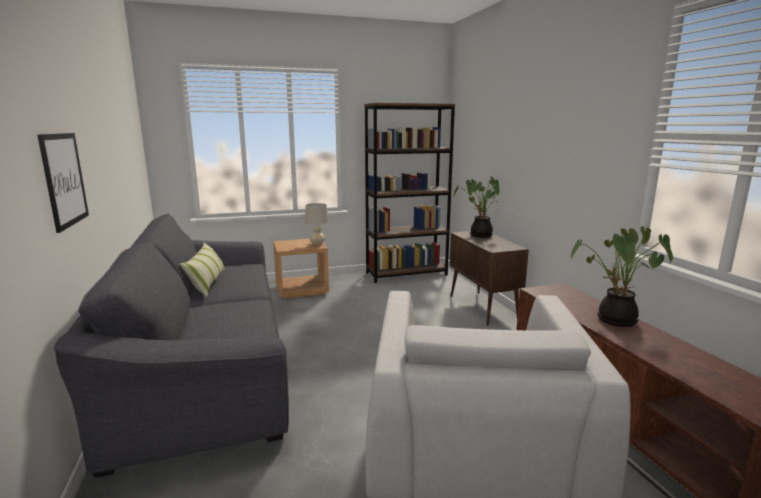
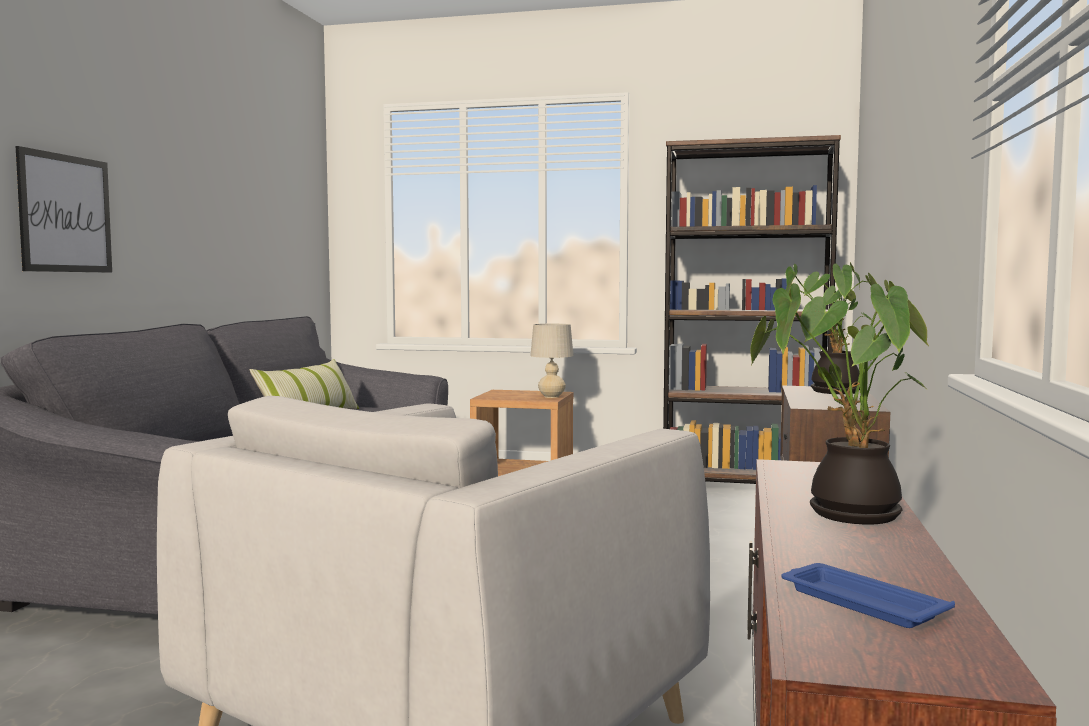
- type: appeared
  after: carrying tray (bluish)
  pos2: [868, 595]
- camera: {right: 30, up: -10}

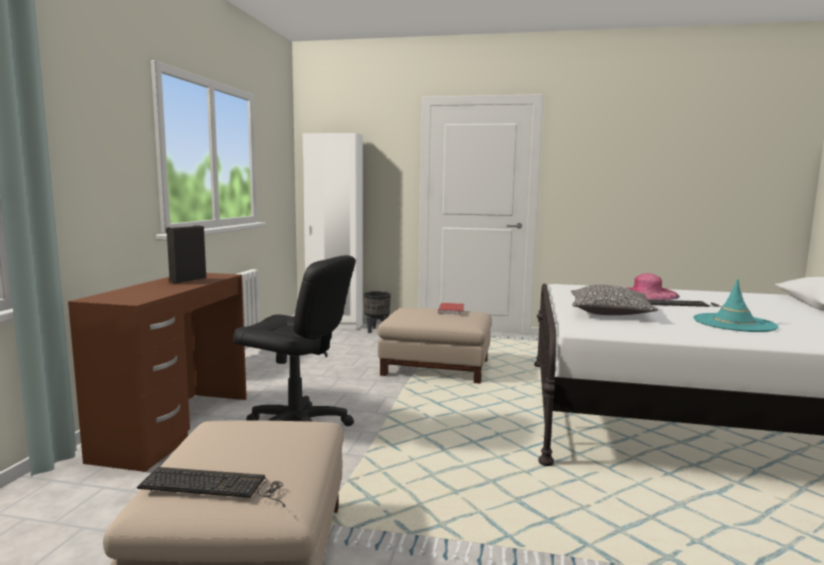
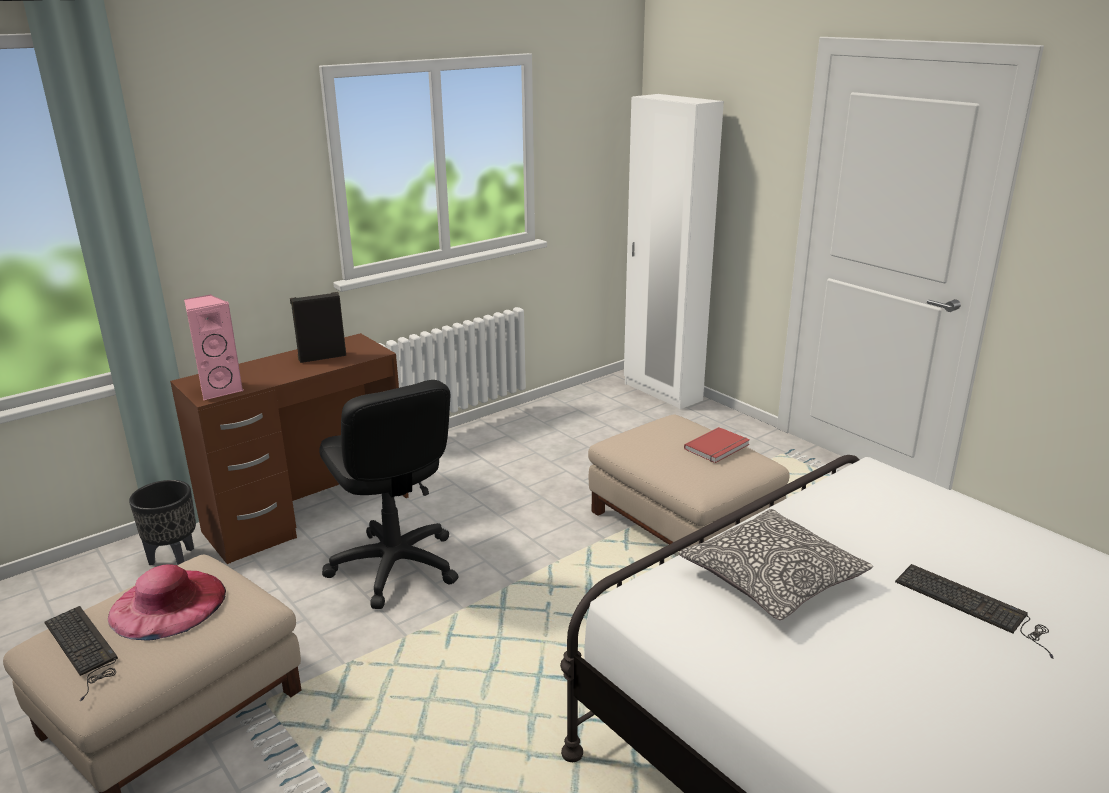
- type: relocated
  before: wearable hat (pinkish)
  pos1: [653, 286]
  pos2: [167, 602]
- type: missing
  before: wearable hat (turquoise)
  pos1: [735, 305]
- type: relocated
  before: plant pot (black)
  pos1: [377, 312]
  pos2: [162, 522]
- type: appeared
  after: speaker (pinkish)
  pos2: [213, 347]
- camera: {right: 40, up: 15}

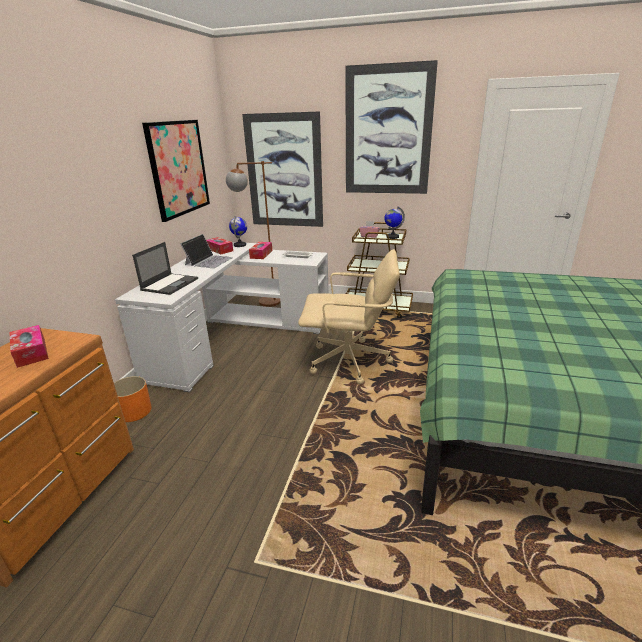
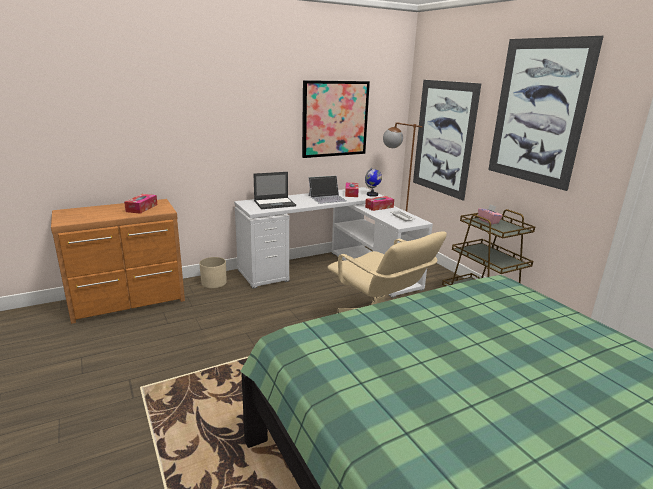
- type: missing
  before: world globe
  pos1: [394, 223]
- type: colour
  before: plant pot (orangey)
  after: plant pot (beige-coloured)
  pos1: [133, 399]
  pos2: [213, 272]
- camera: {right: 45, up: -5}

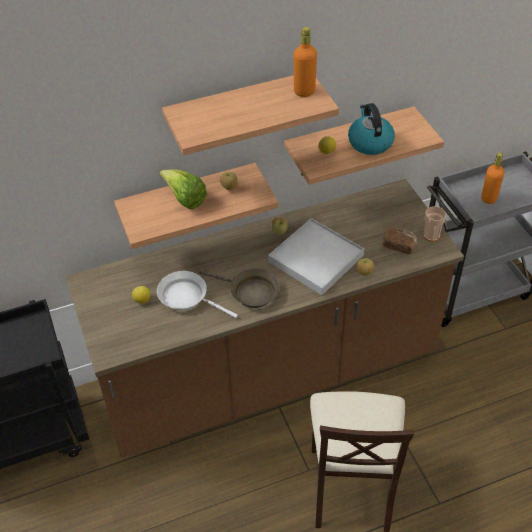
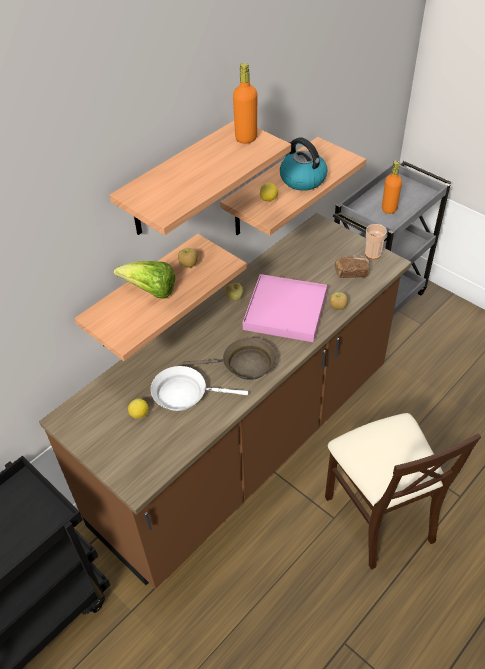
- type: colour
  before: carrying tray (white-coloured)
  after: carrying tray (pinkish)
  pos1: [316, 256]
  pos2: [285, 308]
- camera: {right: -25, up: 0}

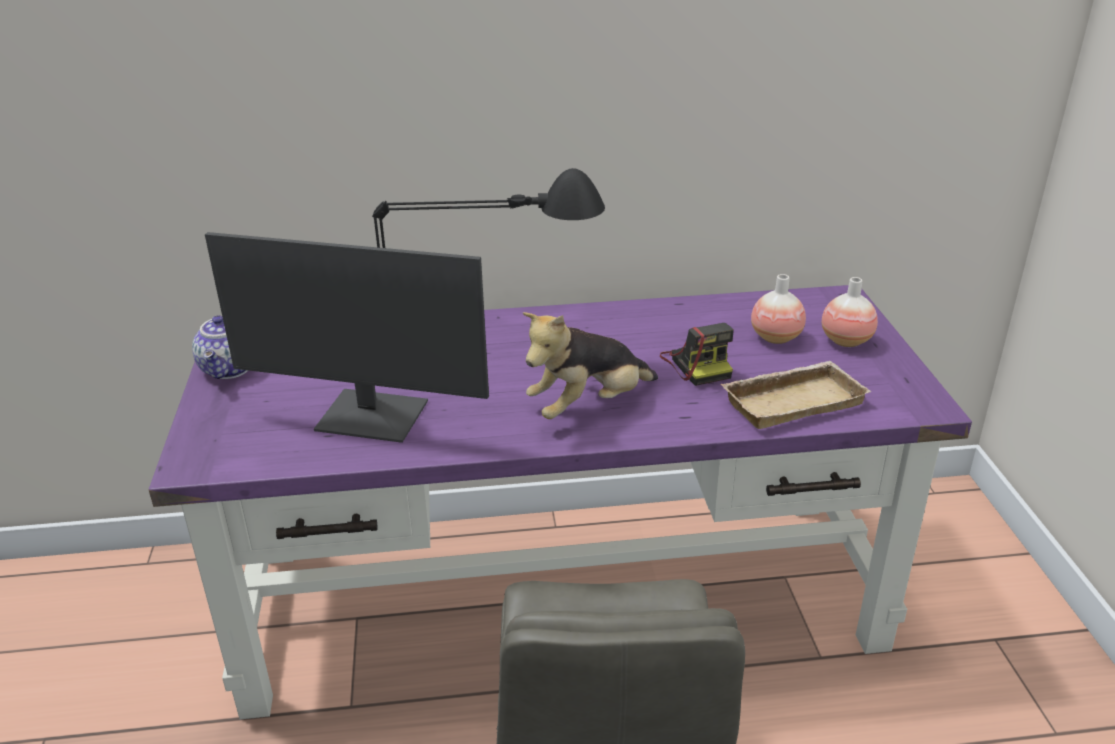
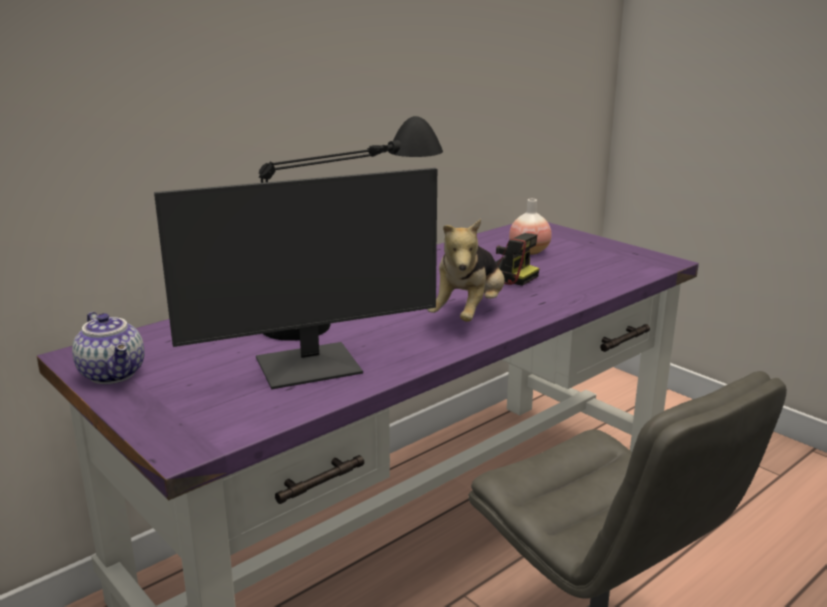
- type: missing
  before: vase
  pos1: [850, 312]
- type: missing
  before: carrying tray (beige-coloured)
  pos1: [795, 395]
- camera: {right: -35, up: -10}

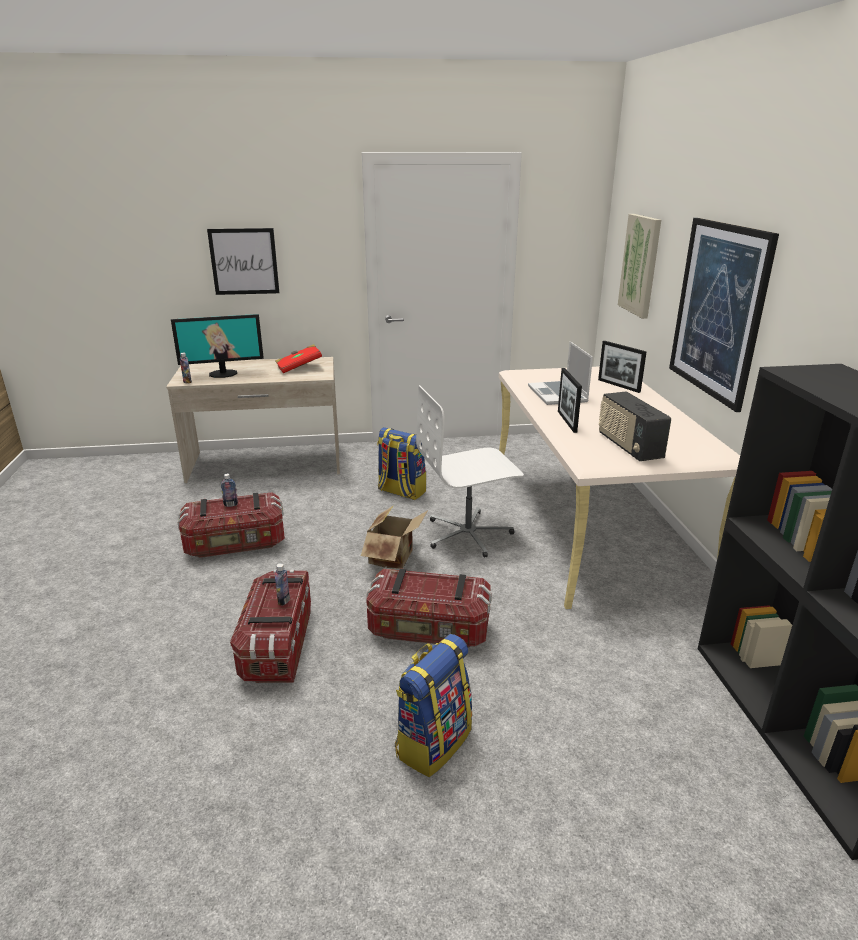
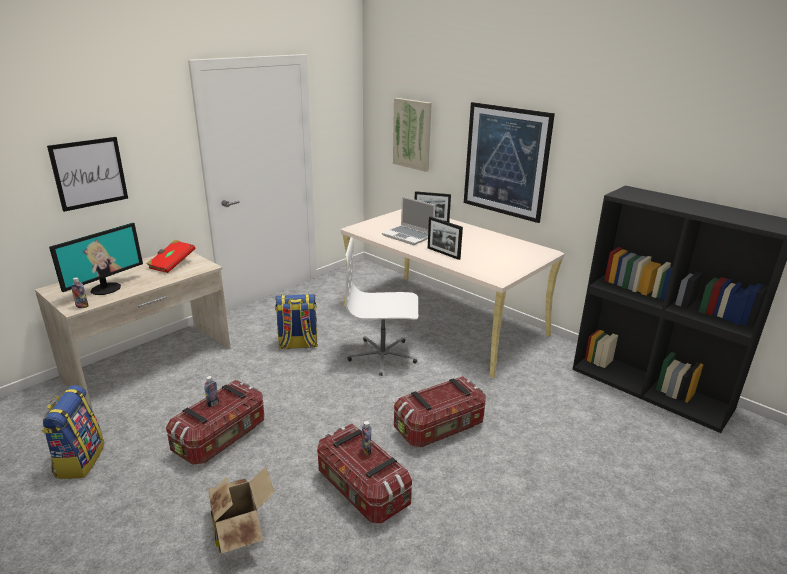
- type: spun
  before: office chair (white-coloured)
  pos1: [470, 471]
  pos2: [381, 306]
  turn: 60
- type: missing
  before: radio
  pos1: [634, 426]
- type: relocated
  before: cardboard box
  pos1: [394, 537]
  pos2: [241, 510]
- type: relocated
  before: rucksack
  pos1: [434, 705]
  pos2: [73, 432]
- camera: {right: -40, up: 0}

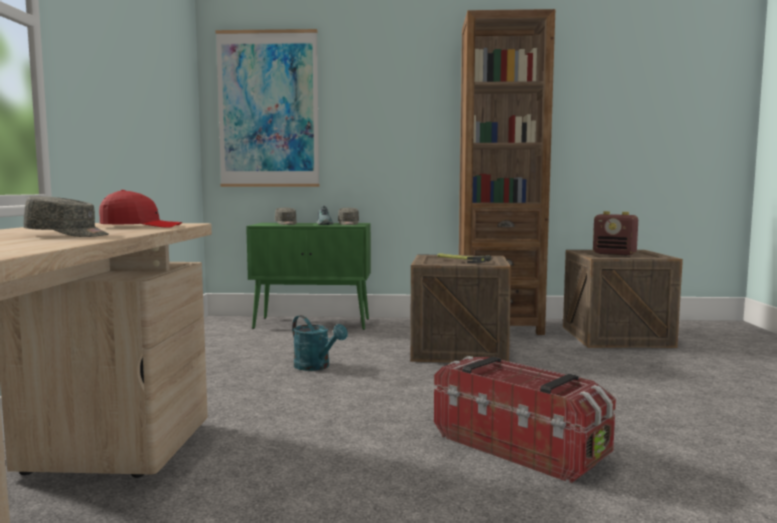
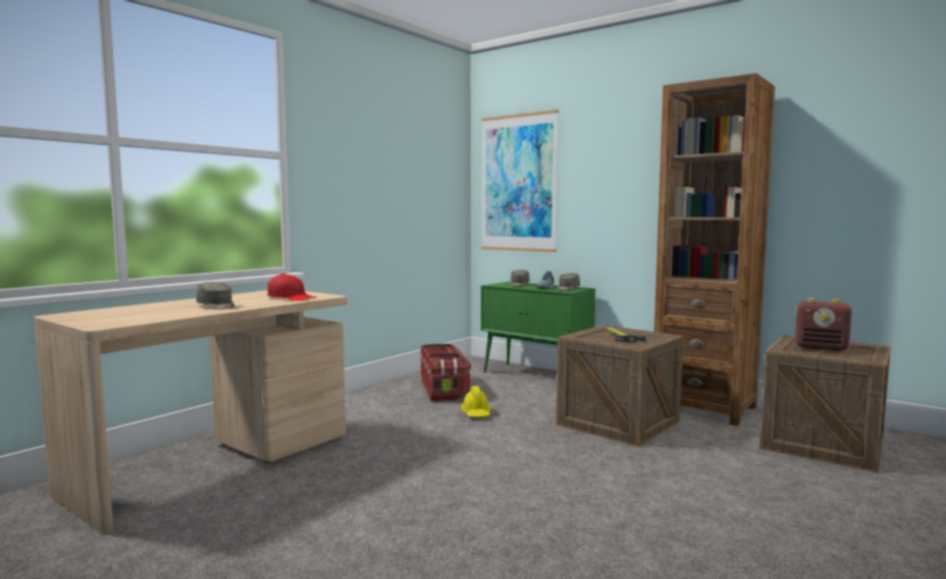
- type: spun
  before: radio
  pos1: [615, 233]
  pos2: [823, 324]
  turn: -45
- type: exchanged
  before: sprinkling can (turquoise)
  after: safety helmet (yellow-coloured)
  pos1: [320, 343]
  pos2: [476, 401]
- type: relocated
  before: storage box
  pos1: [525, 419]
  pos2: [446, 372]
- camera: {right: 35, up: 0}

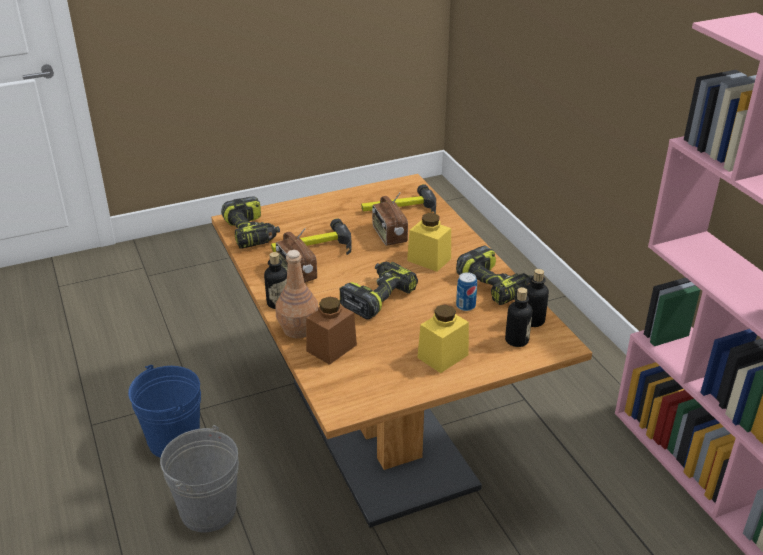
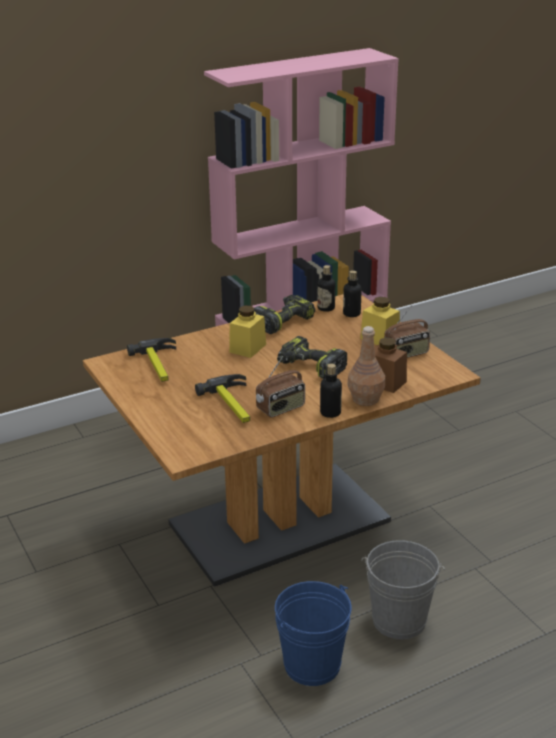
- type: relocated
  before: radio
  pos1: [390, 219]
  pos2: [407, 331]
- type: missing
  before: electric drill
  pos1: [250, 222]
- type: missing
  before: metal can
  pos1: [466, 291]
- camera: {right: -95, up: -5}

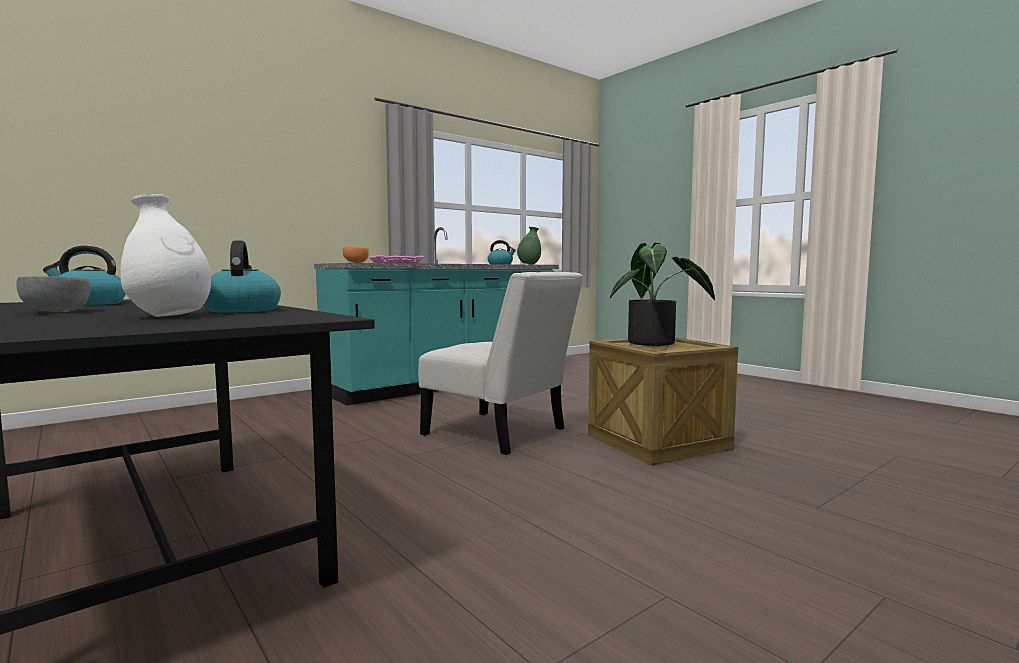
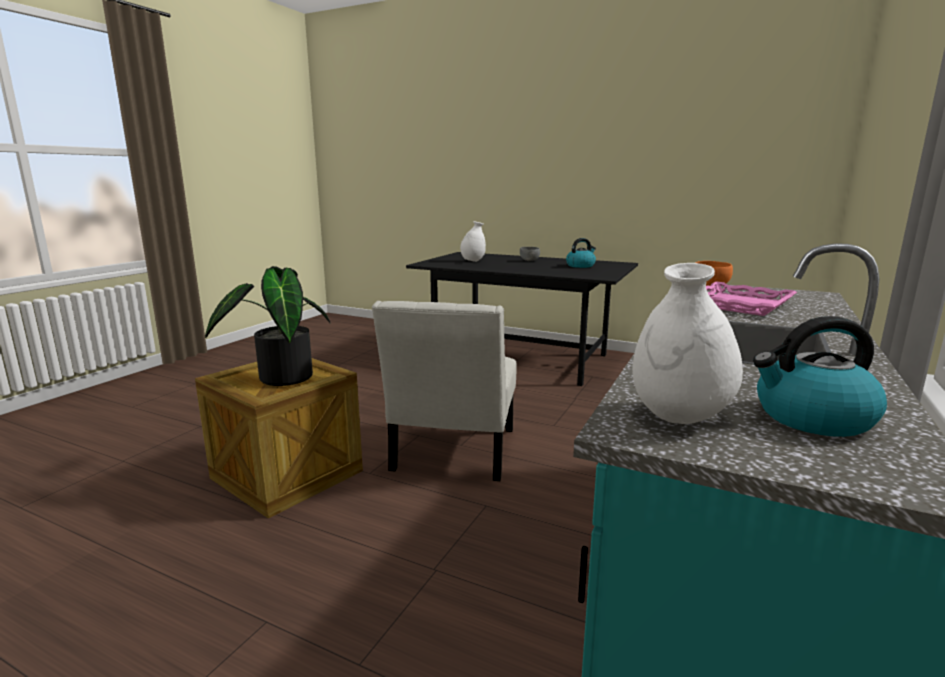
- type: colour
  before: vase (green-coloured)
  after: vase (white-coloured)
  pos1: [529, 246]
  pos2: [687, 343]
- type: missing
  before: kettle
  pos1: [242, 276]
- type: spun
  before: chair (white-coloured)
  pos1: [500, 363]
  pos2: [444, 391]
  turn: -90
- camera: {right: 155, up: 10}

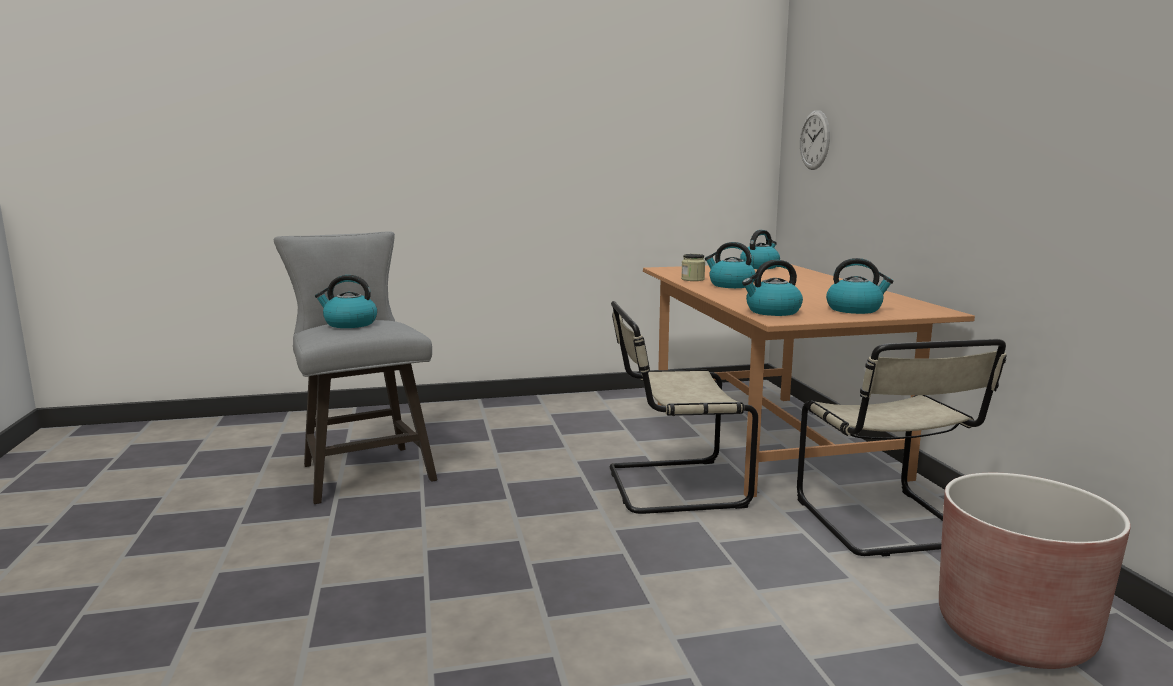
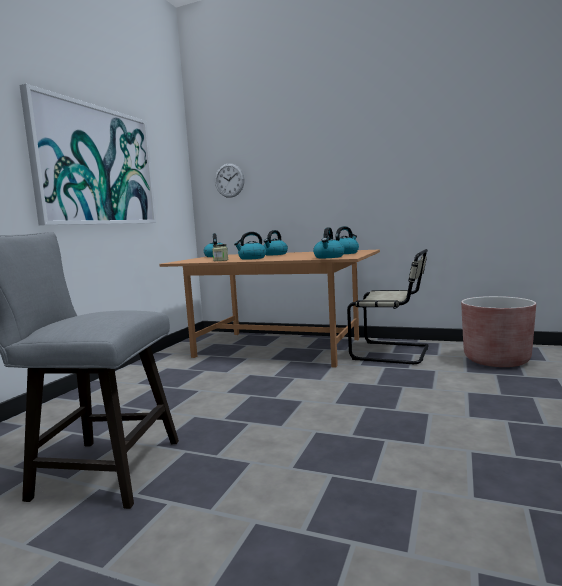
- type: relocated
  before: kettle
  pos1: [346, 301]
  pos2: [275, 243]
- type: missing
  before: chair (beige-coloured)
  pos1: [684, 407]
- type: appeared
  after: picture
  pos2: [87, 155]
- camera: {right: -55, up: -5}

